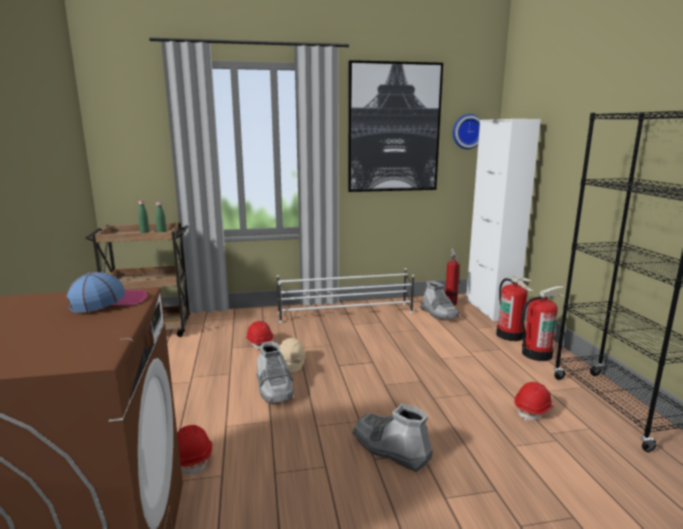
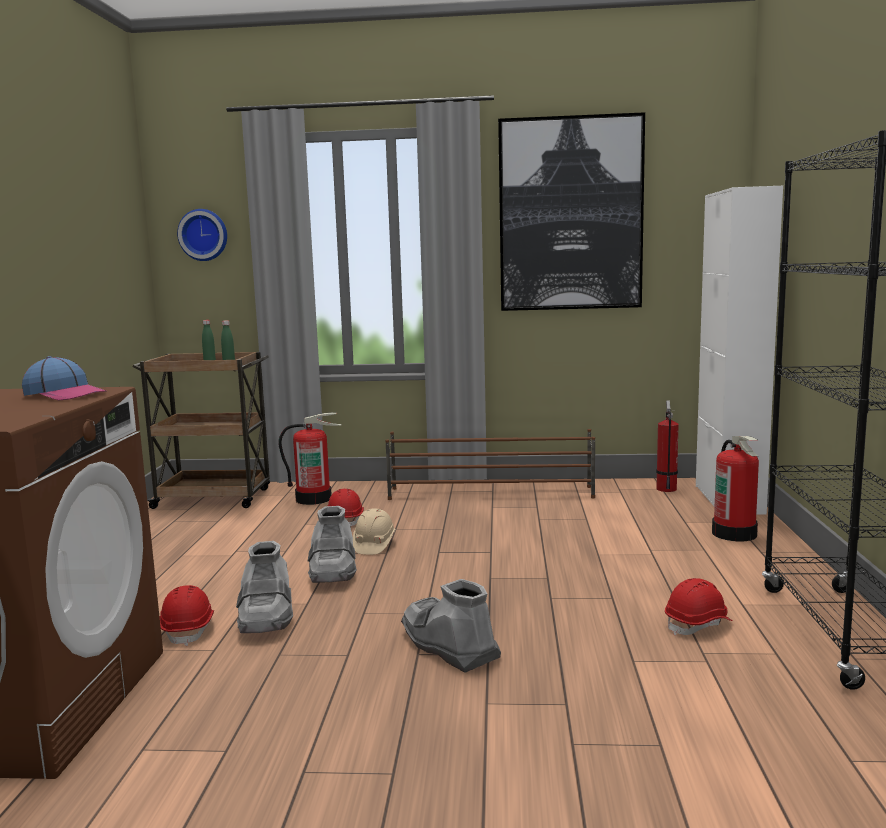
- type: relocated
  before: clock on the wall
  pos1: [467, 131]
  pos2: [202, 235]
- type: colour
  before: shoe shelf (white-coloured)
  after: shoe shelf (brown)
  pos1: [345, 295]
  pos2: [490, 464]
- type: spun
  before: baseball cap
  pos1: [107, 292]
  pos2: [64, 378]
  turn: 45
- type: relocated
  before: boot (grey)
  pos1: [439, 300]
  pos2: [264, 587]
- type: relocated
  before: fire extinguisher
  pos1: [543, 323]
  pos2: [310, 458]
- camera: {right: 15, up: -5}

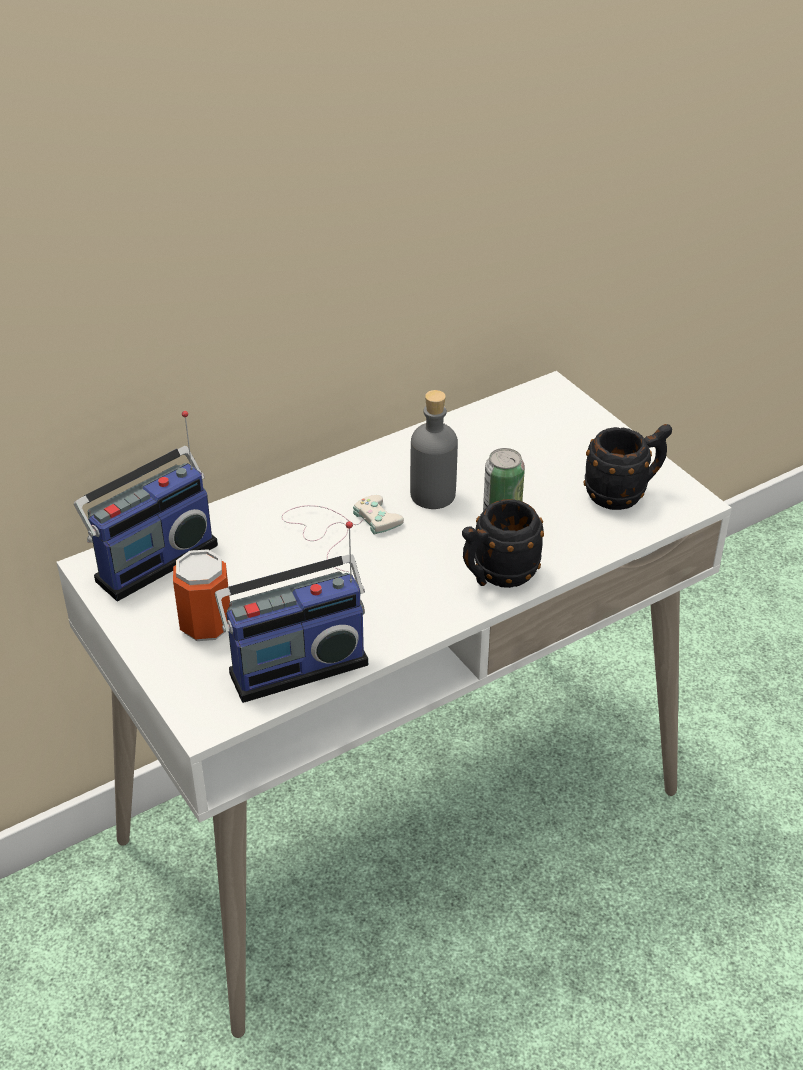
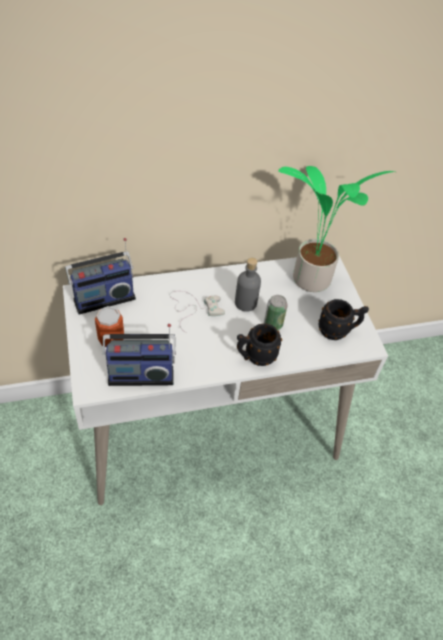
- type: appeared
  after: houseplant
  pos2: [336, 229]
- camera: {right: 15, up: 10}

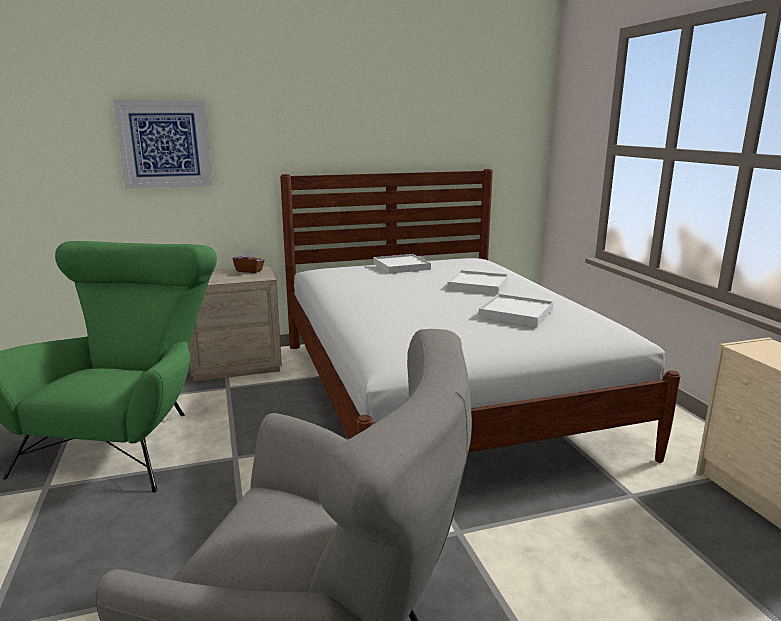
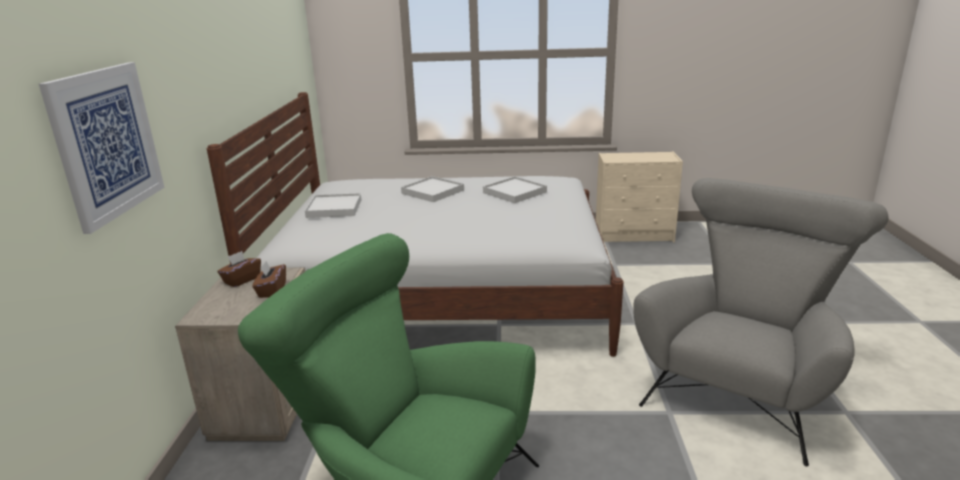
- type: appeared
  after: tissue box (brown)
  pos2: [269, 279]
- camera: {right: -70, up: 5}

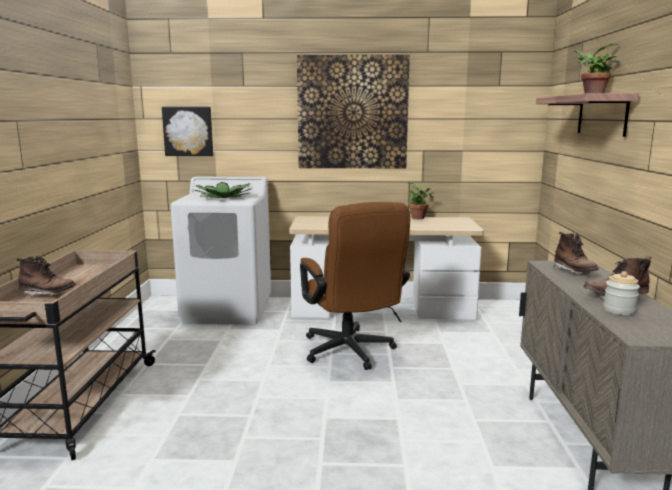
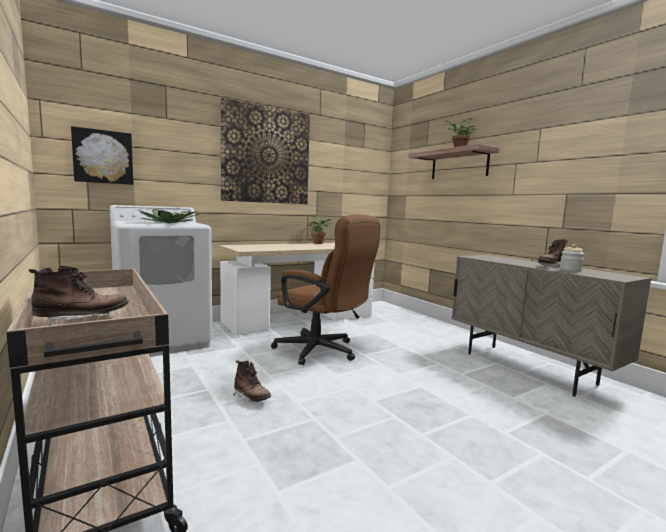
- type: relocated
  before: boot (brown)
  pos1: [576, 253]
  pos2: [252, 381]
- camera: {right: -35, up: -5}

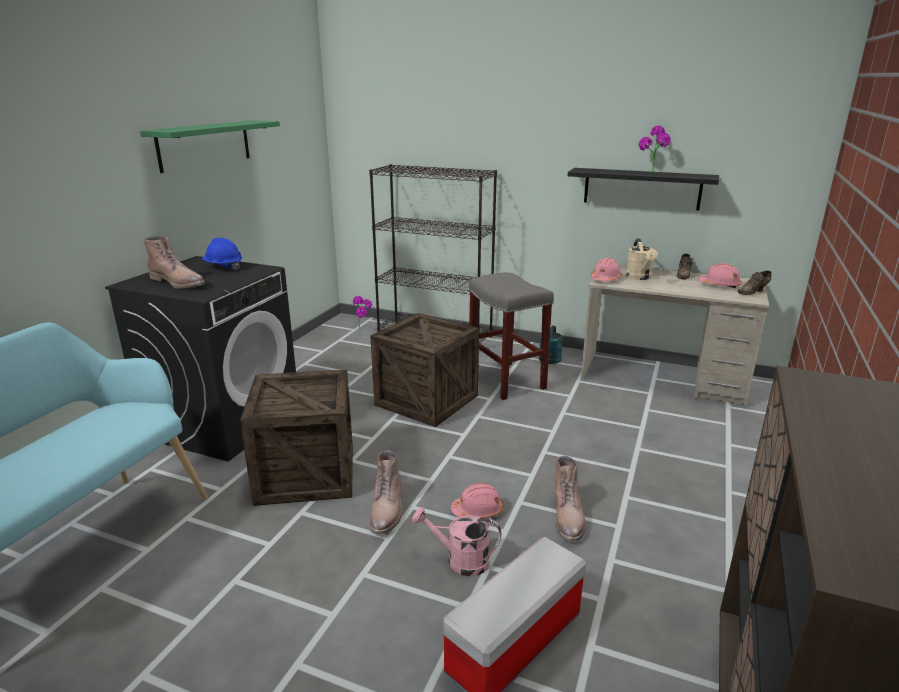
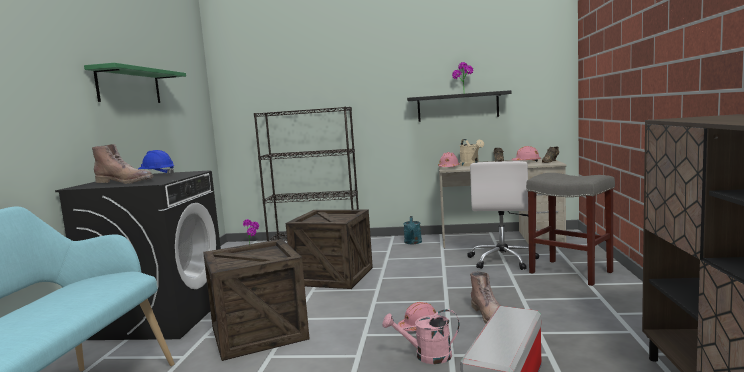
- type: relocated
  before: stool (grey)
  pos1: [511, 336]
  pos2: [570, 229]
- type: missing
  before: boot (brown)
  pos1: [386, 492]
- type: appeared
  after: office chair (white-coloured)
  pos2: [503, 215]
- camera: {right: -15, up: -15}

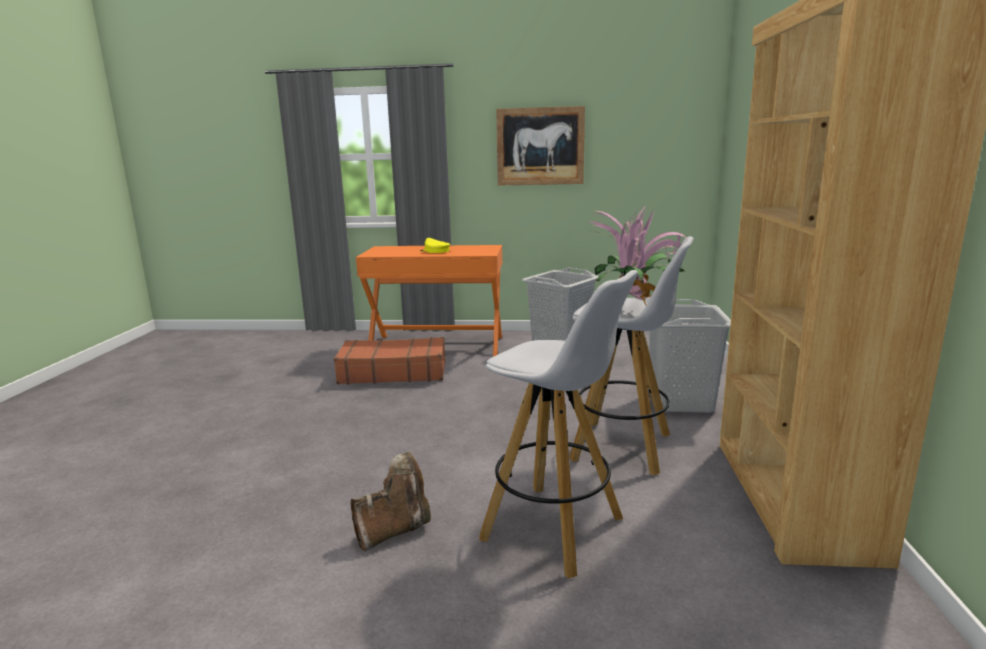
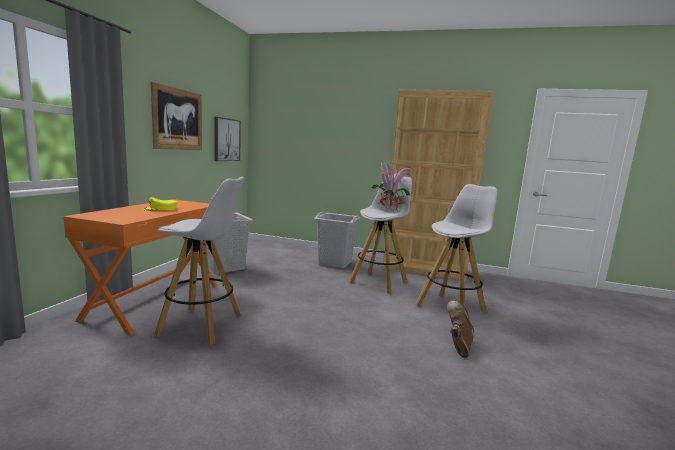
- type: exchanged
  before: piece of luggage (brown)
  after: stool (white-coloured)
  pos1: [389, 361]
  pos2: [199, 261]
- type: spun
  before: boot (brown)
  pos1: [390, 501]
  pos2: [460, 328]
  turn: 45
- type: appeared
  after: picture
  pos2: [227, 139]
- camera: {right: -80, up: -5}

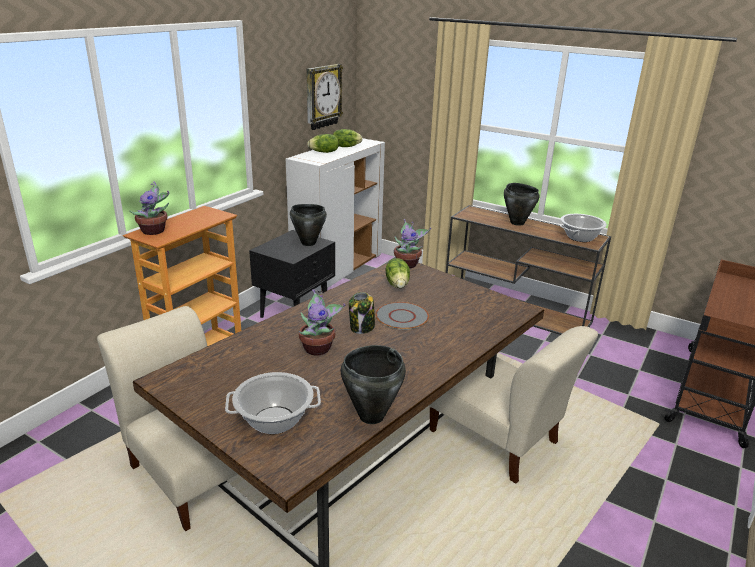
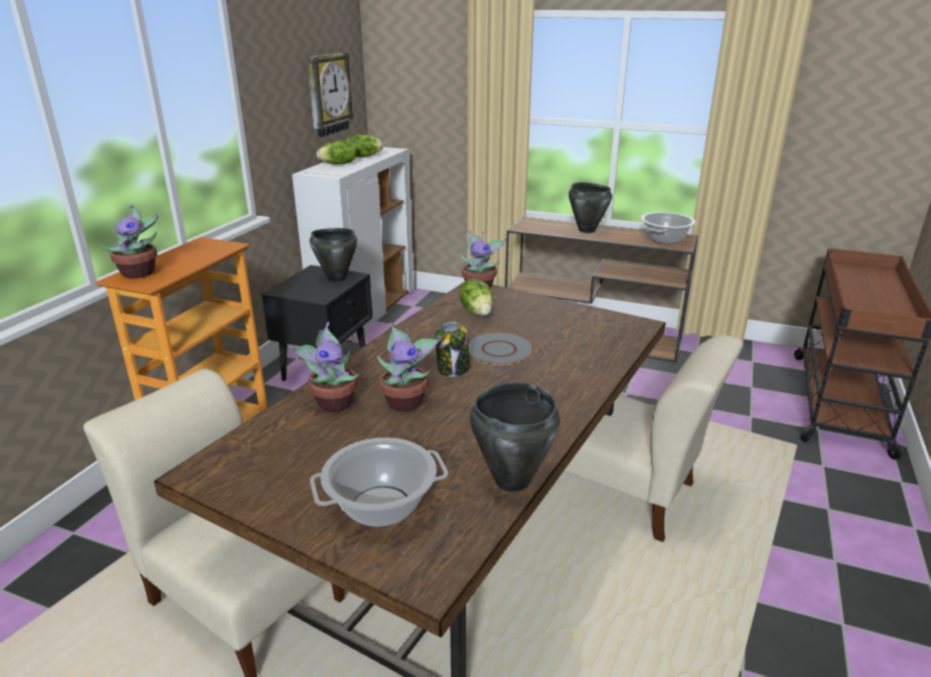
- type: appeared
  after: houseplant
  pos2: [324, 367]
- camera: {right: -10, up: 0}

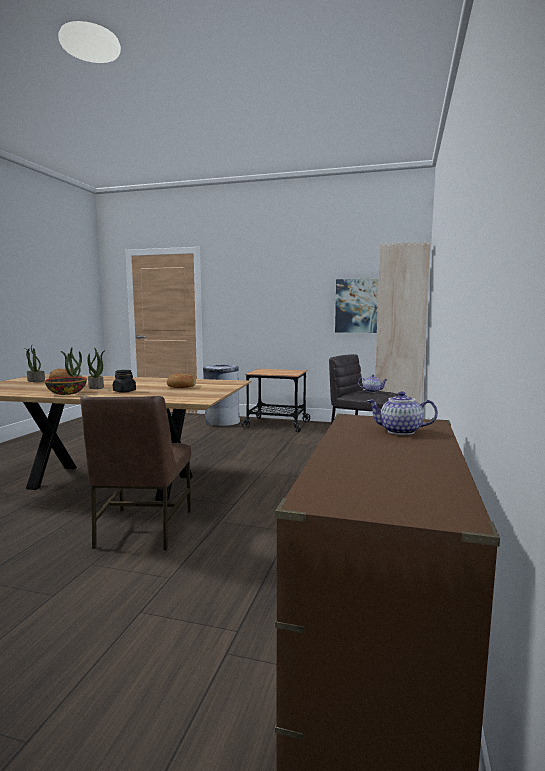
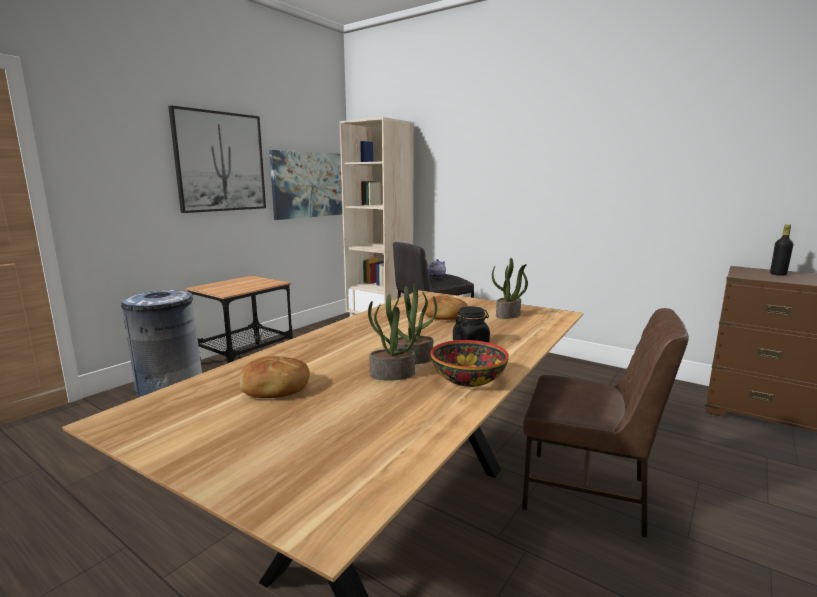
- type: relocated
  before: houseplant
  pos1: [35, 363]
  pos2: [510, 288]
- type: exchanged
  before: teapot
  after: drink bottle (black)
  pos1: [402, 413]
  pos2: [781, 250]
- type: appeared
  after: picture
  pos2: [217, 159]
- camera: {right: -70, up: 5}

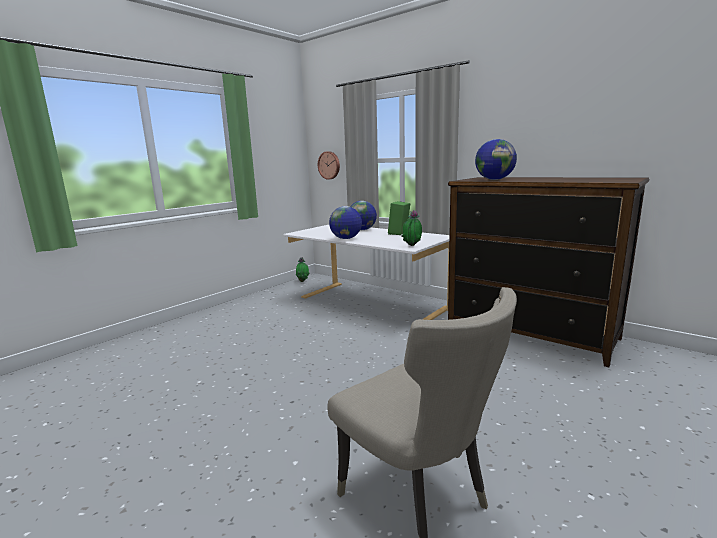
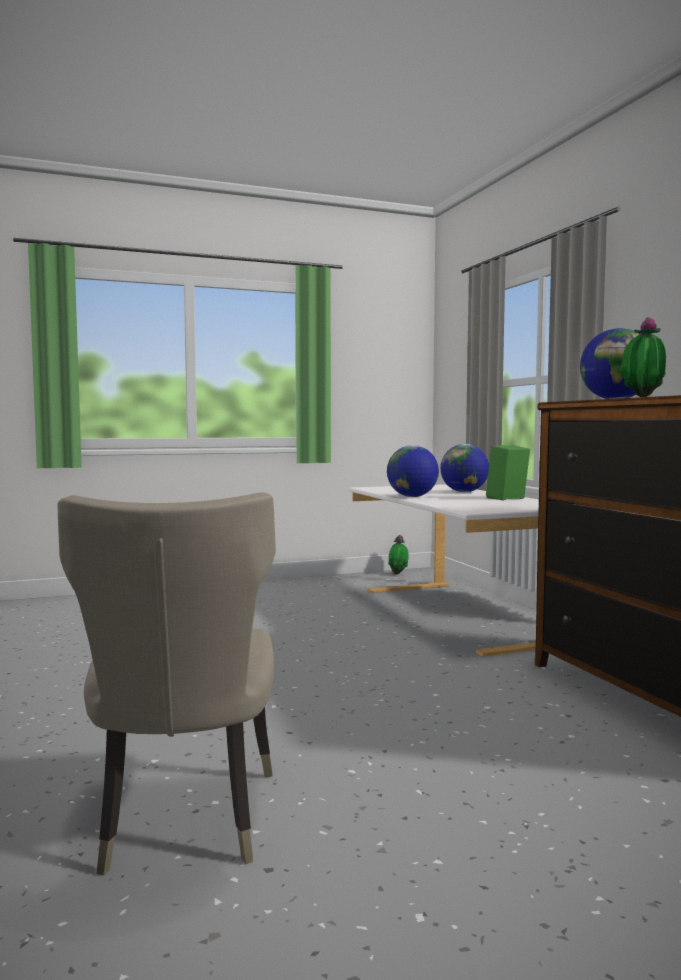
- type: missing
  before: clock on the wall
  pos1: [329, 165]
- type: relocated
  before: houseplant
  pos1: [412, 228]
  pos2: [642, 357]
- camera: {right: 30, up: -10}

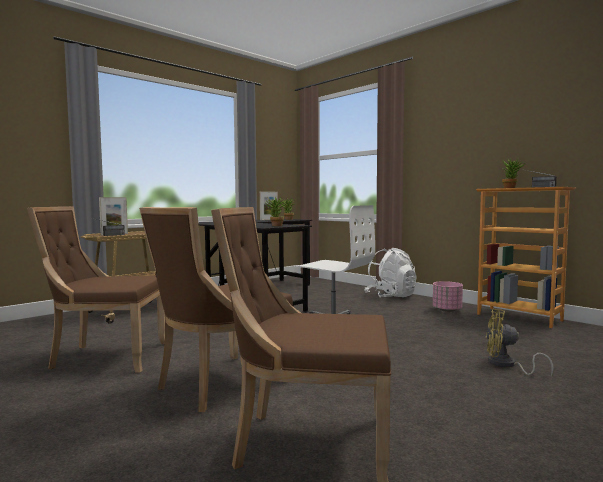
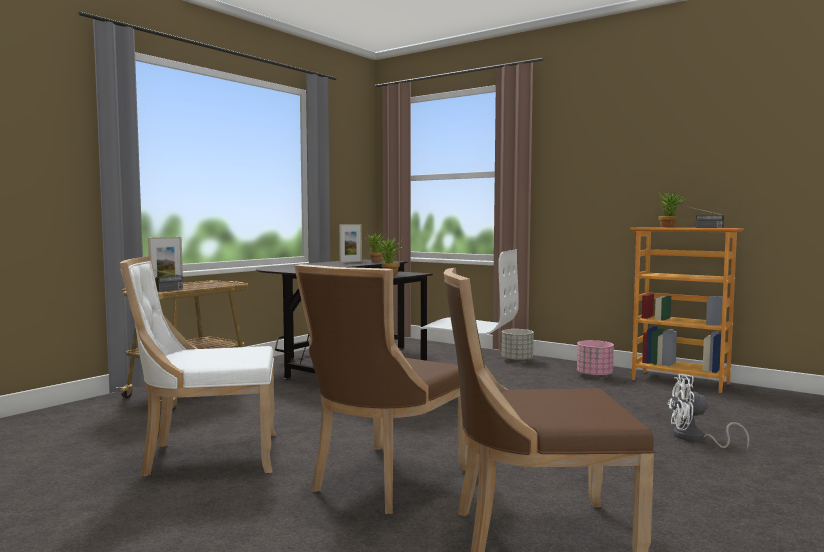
- type: colour
  before: chair (brown)
  after: chair (white-coloured)
  pos1: [96, 289]
  pos2: [198, 366]
- type: exchanged
  before: rucksack (white-coloured)
  after: plant pot (grey)
  pos1: [390, 272]
  pos2: [517, 345]
- type: colour
  before: electric fan (yellow-coloured)
  after: electric fan (white-coloured)
  pos1: [520, 343]
  pos2: [708, 411]
- camera: {right: -10, up: 0}

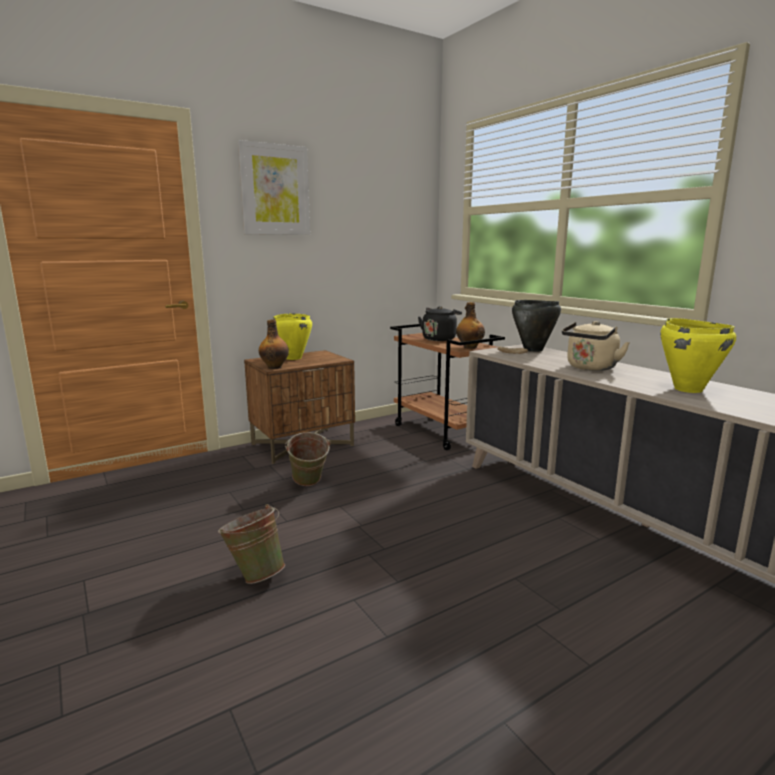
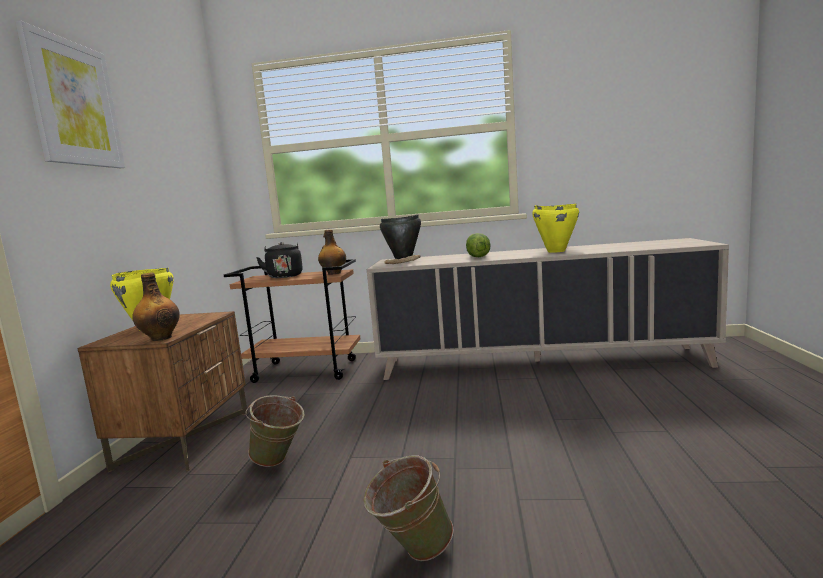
- type: exchanged
  before: kettle (beige-coloured)
  after: head of lettuce
  pos1: [596, 346]
  pos2: [478, 245]
- camera: {right: -50, up: -5}

